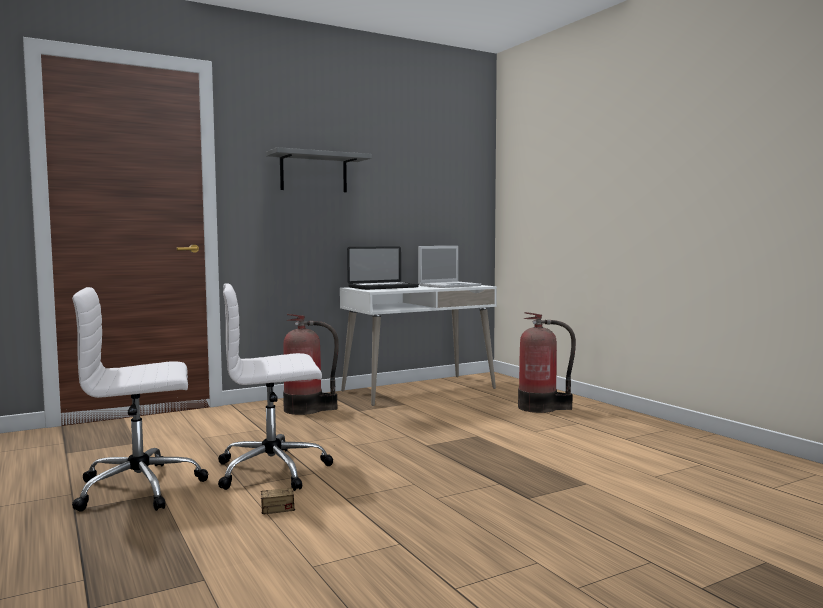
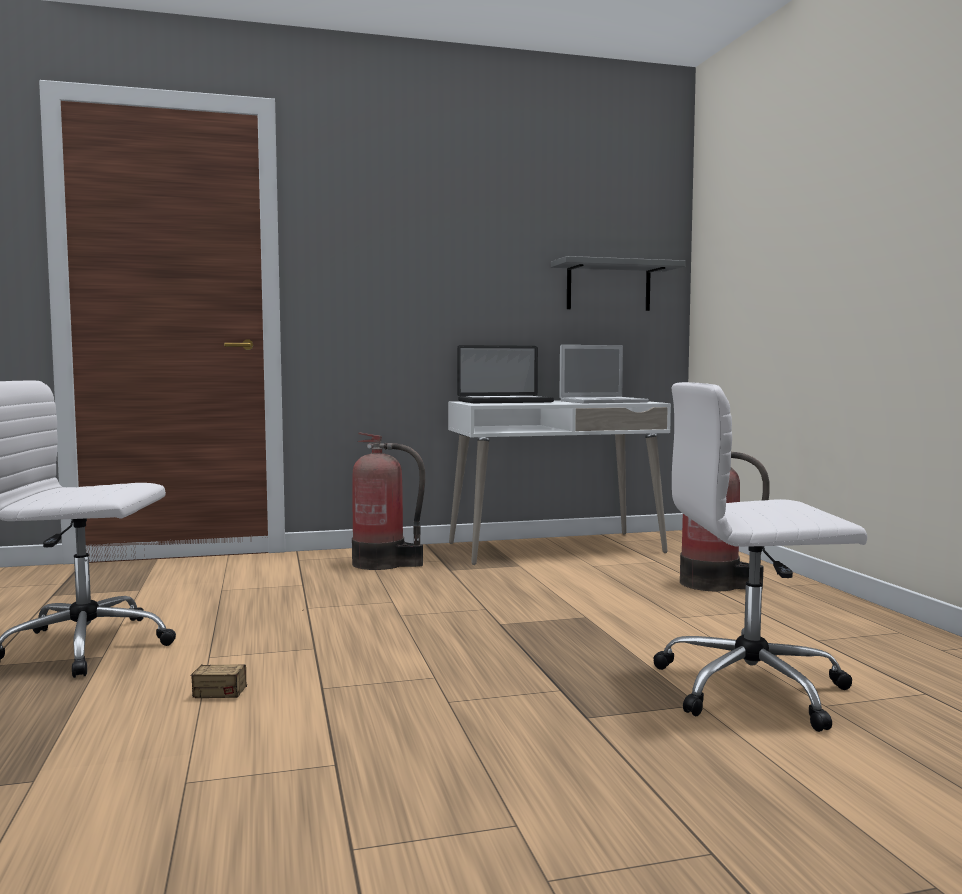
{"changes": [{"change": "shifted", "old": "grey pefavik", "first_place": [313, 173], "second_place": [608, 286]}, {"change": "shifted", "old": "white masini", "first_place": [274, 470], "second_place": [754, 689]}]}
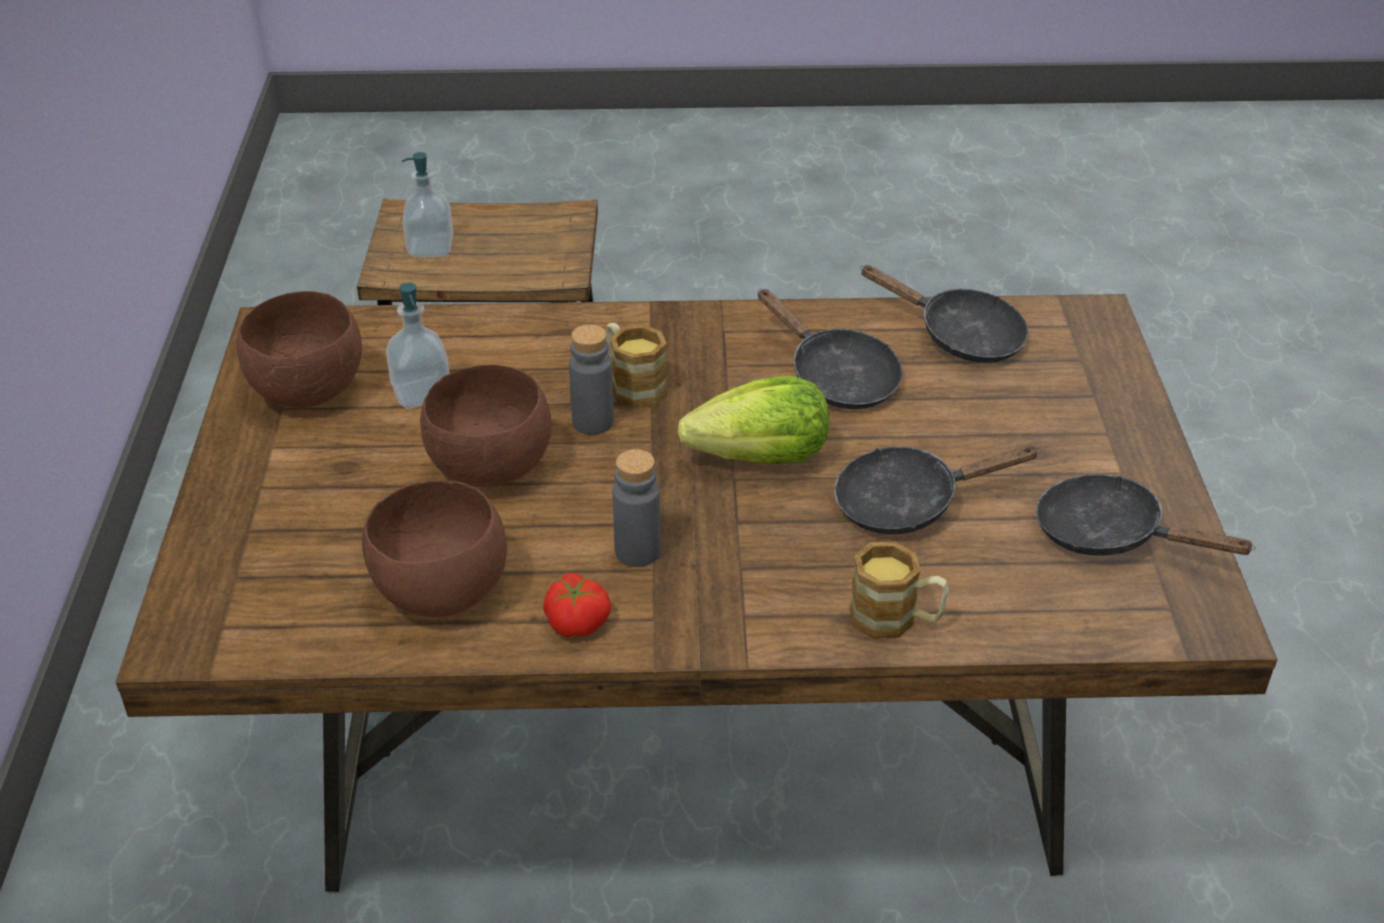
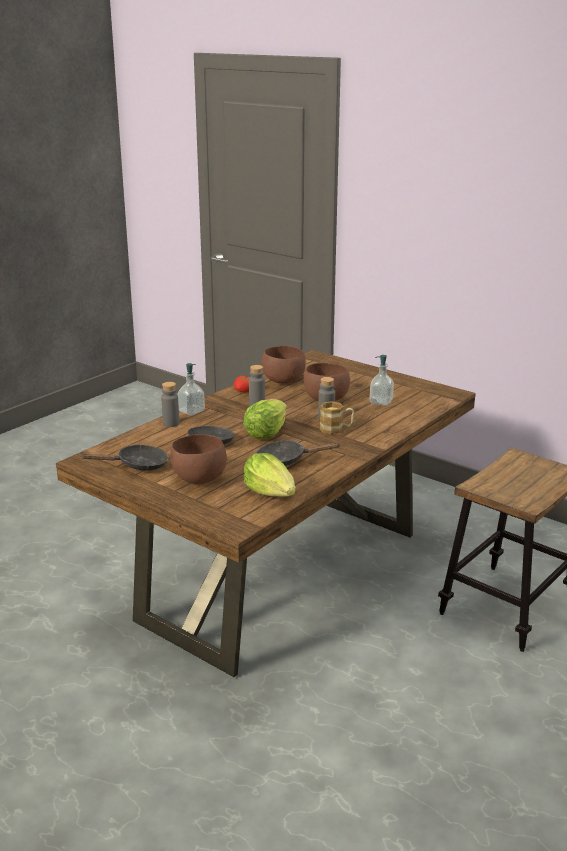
{"changes": [{"change": "shifted", "old": "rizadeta", "first_place": [430, 248], "second_place": [191, 411]}, {"change": "swapped", "old": "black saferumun", "new": "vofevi", "first_place": [960, 336], "second_place": [271, 493]}, {"change": "shifted", "old": "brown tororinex", "first_place": [310, 392], "second_place": [198, 479]}, {"change": "swapped", "old": "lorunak", "new": "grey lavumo", "first_place": [896, 619], "second_place": [171, 423]}]}
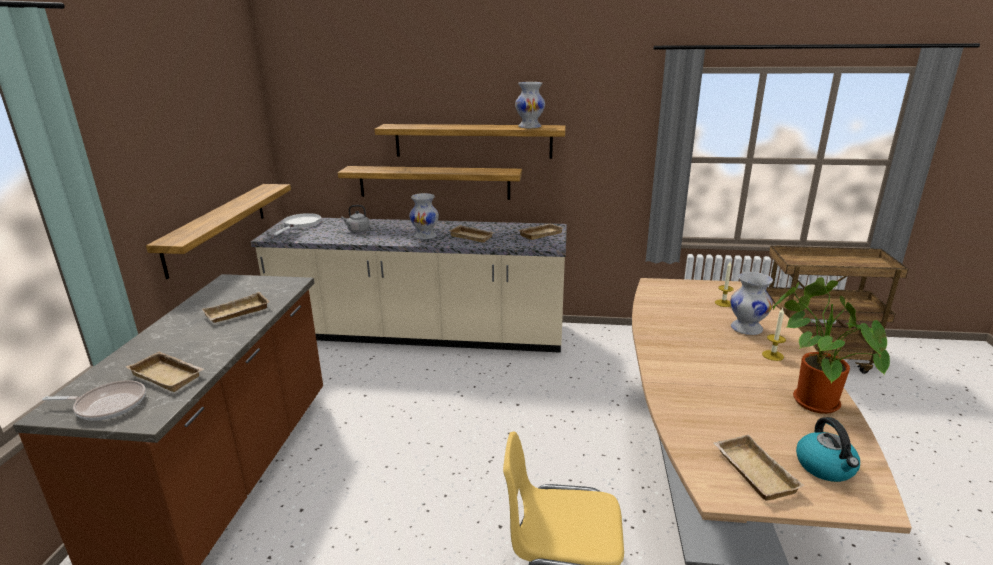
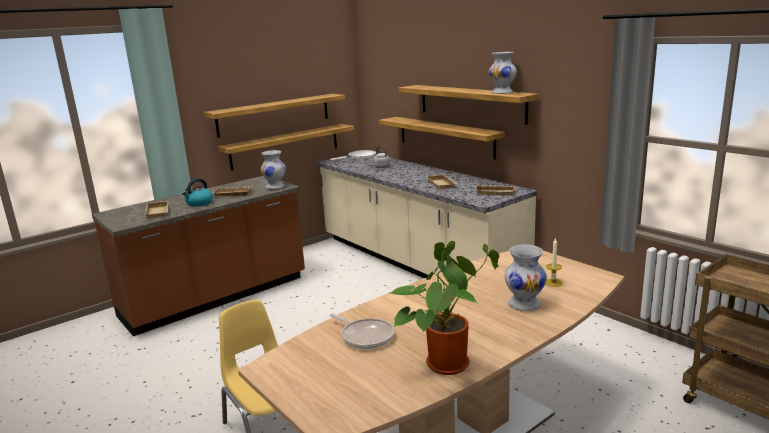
{"changes": [{"change": "shifted", "old": "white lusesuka", "first_place": [425, 236], "second_place": [275, 187]}, {"change": "gone", "old": "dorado", "first_place": [772, 355]}, {"change": "shifted", "old": "saferumun", "first_place": [107, 405], "second_place": [365, 336]}, {"change": "shifted", "old": "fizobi", "first_place": [826, 467], "second_place": [199, 203]}, {"change": "gone", "old": "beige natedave", "first_place": [751, 471]}, {"change": "new", "new": "pefavik", "second_place": [274, 114]}]}
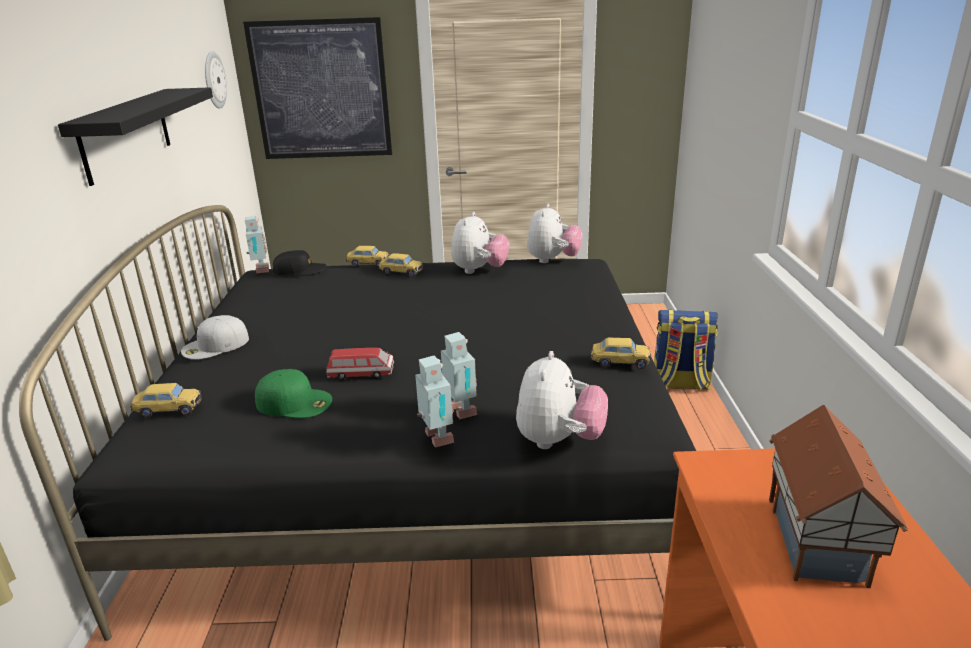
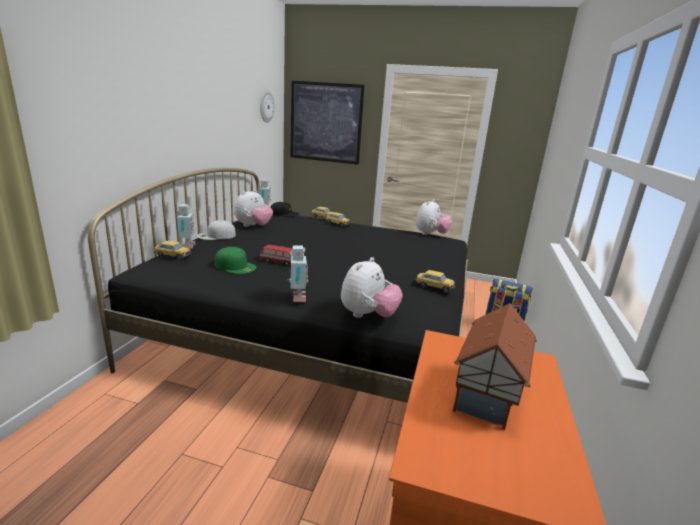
{"changes": [{"change": "gone", "old": "black pefavik", "first_place": [126, 134]}, {"change": "shifted", "old": "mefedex", "first_place": [479, 270], "second_place": [253, 226]}, {"change": "shifted", "old": "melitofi", "first_place": [460, 412], "second_place": [187, 246]}]}
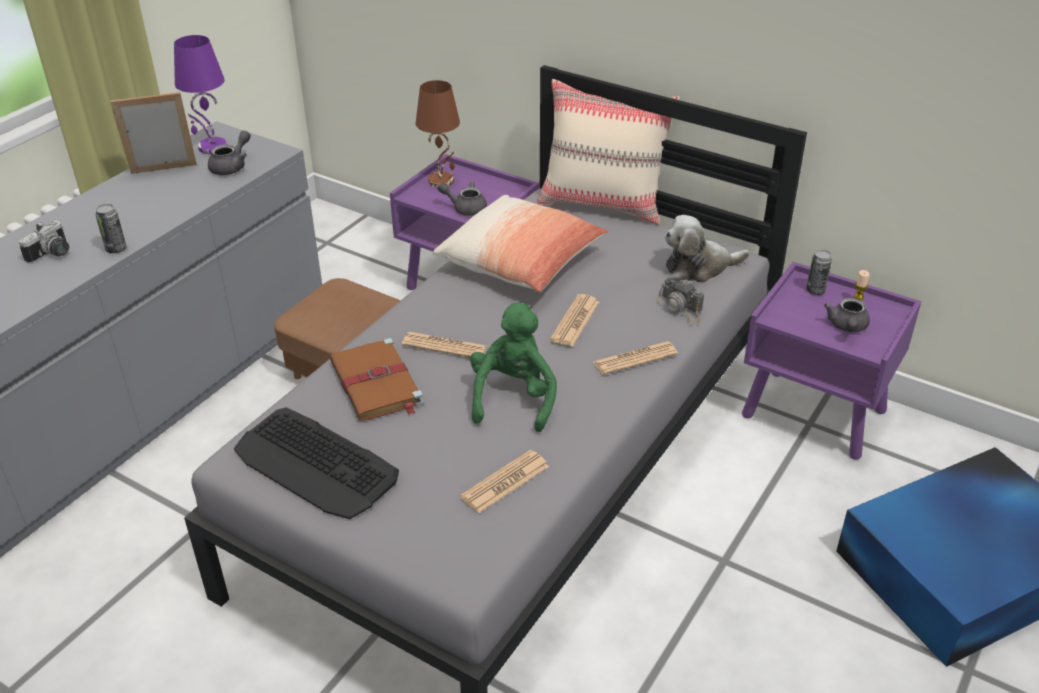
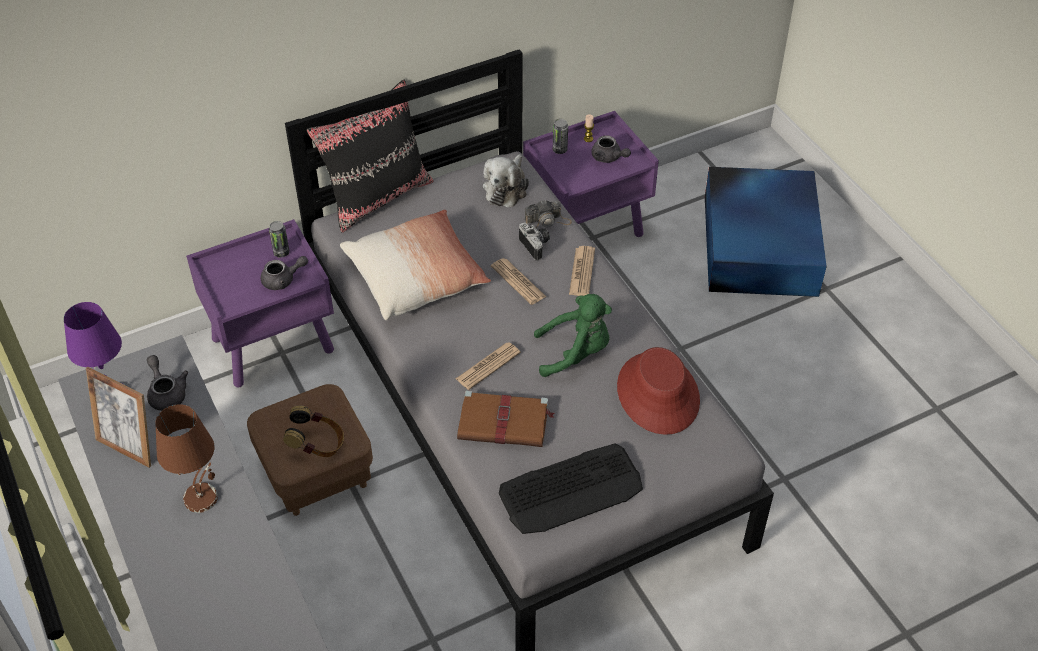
{"changes": [{"change": "repainted", "old": "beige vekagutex", "new": "black vekagutex", "first_place": [603, 204], "second_place": [377, 197]}, {"change": "shifted", "old": "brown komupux", "first_place": [442, 181], "second_place": [201, 497]}, {"change": "rotated", "old": "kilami", "first_place": [164, 172], "second_place": [129, 446], "degrees": -75}, {"change": "rotated", "old": "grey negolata", "first_place": [465, 208], "second_place": [283, 280], "degrees": -150}, {"change": "shifted", "old": "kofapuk", "first_place": [116, 249], "second_place": [281, 252]}, {"change": "shifted", "old": "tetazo", "first_place": [52, 254], "second_place": [537, 245]}, {"change": "rotated", "old": "green mefedex", "first_place": [513, 398], "second_place": [575, 353], "degrees": 135}, {"change": "swapped", "old": "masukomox", "new": "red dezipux", "first_place": [505, 482], "second_place": [658, 394]}, {"change": "new", "new": "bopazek", "second_place": [317, 445]}]}
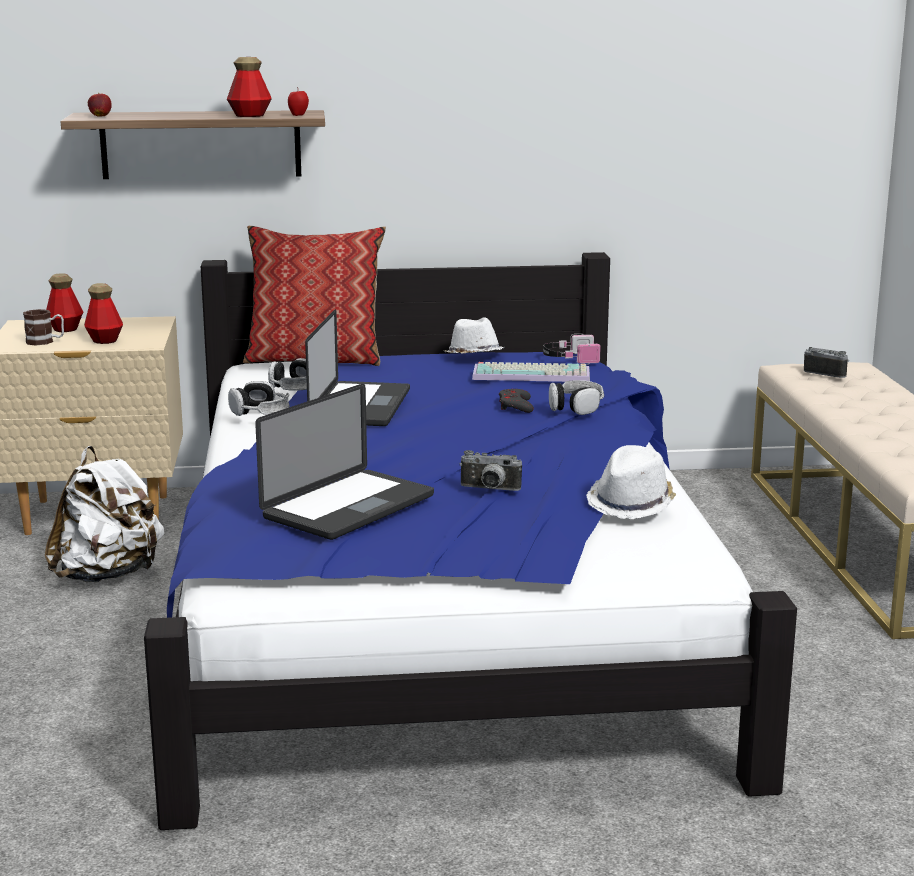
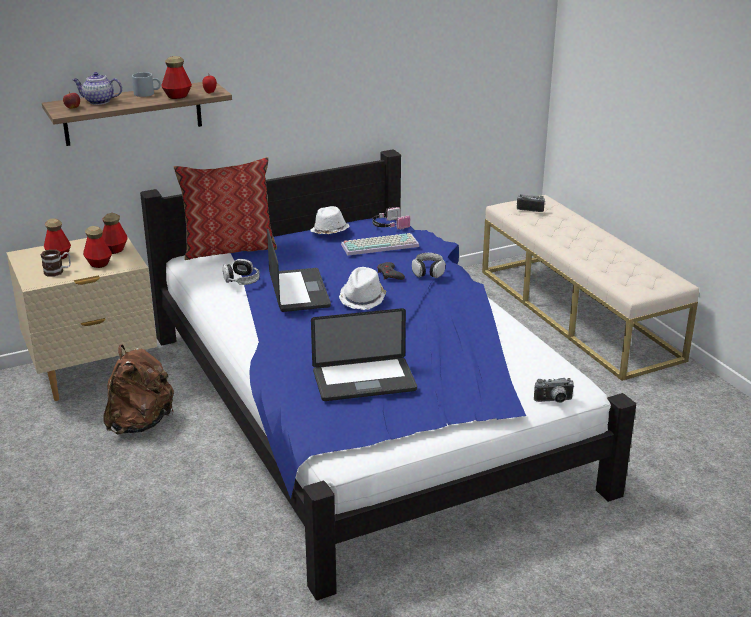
{"changes": [{"change": "gone", "old": "bopazek", "first_place": [260, 412]}, {"change": "rotated", "old": "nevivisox", "first_place": [349, 507], "second_place": [364, 381], "degrees": 60}, {"change": "shifted", "old": "white dezipux", "first_place": [632, 503], "second_place": [363, 298]}, {"change": "repainted", "old": "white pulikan", "new": "brown pulikan", "first_place": [108, 575], "second_place": [140, 423]}, {"change": "shifted", "old": "tetazo", "first_place": [489, 489], "second_place": [554, 401]}, {"change": "new", "new": "negolata", "second_place": [98, 101]}, {"change": "new", "new": "grey lorunak", "second_place": [147, 93]}, {"change": "new", "new": "lavumo", "second_place": [114, 250]}]}
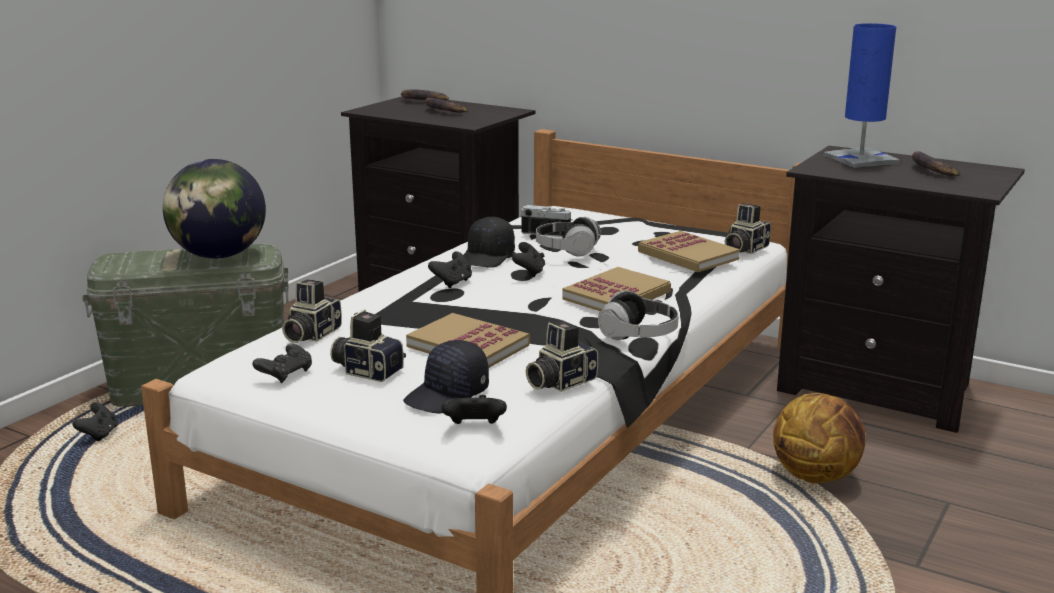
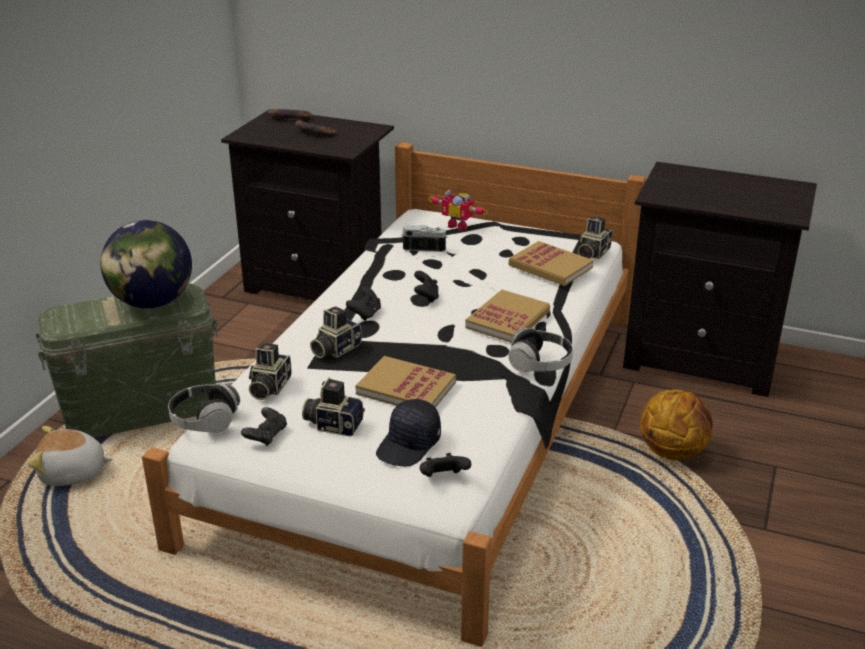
{"changes": [{"change": "gone", "old": "blue komupux", "first_place": [860, 159]}, {"change": "gone", "old": "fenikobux", "first_place": [931, 170]}, {"change": "gone", "old": "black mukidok", "first_place": [488, 257]}, {"change": "shifted", "old": "bopazek", "first_place": [567, 250], "second_place": [205, 421]}, {"change": "shifted", "old": "tetazo", "first_place": [559, 382], "second_place": [334, 349]}, {"change": "swapped", "old": "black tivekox", "new": "mefedex", "first_place": [99, 435], "second_place": [72, 473]}, {"change": "new", "new": "melitofi", "second_place": [459, 225]}]}
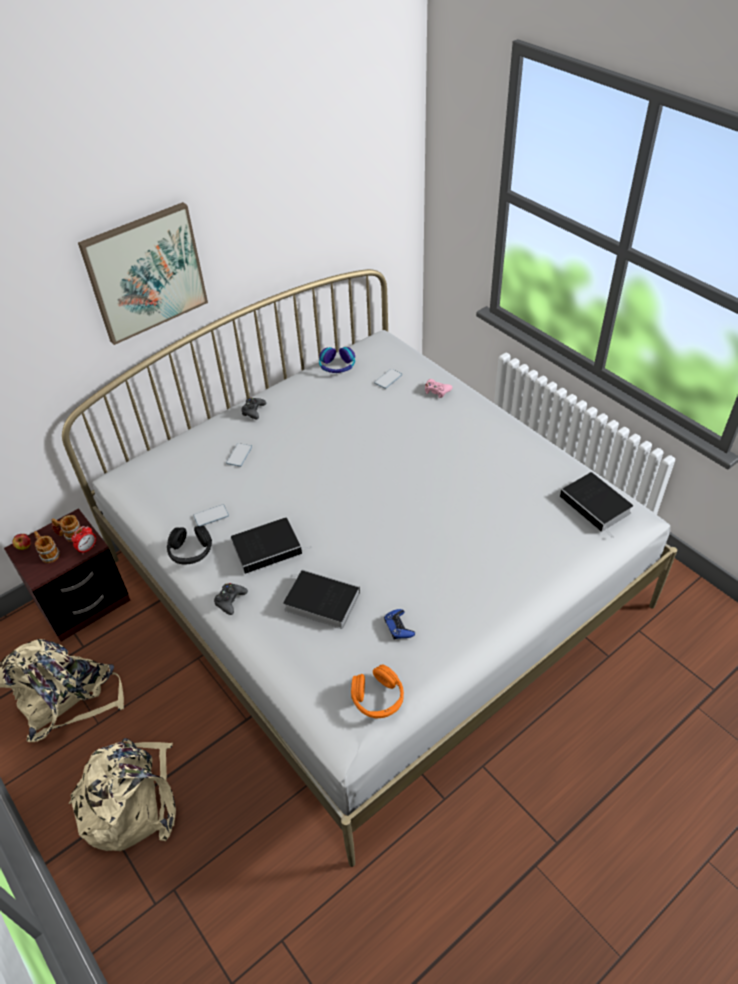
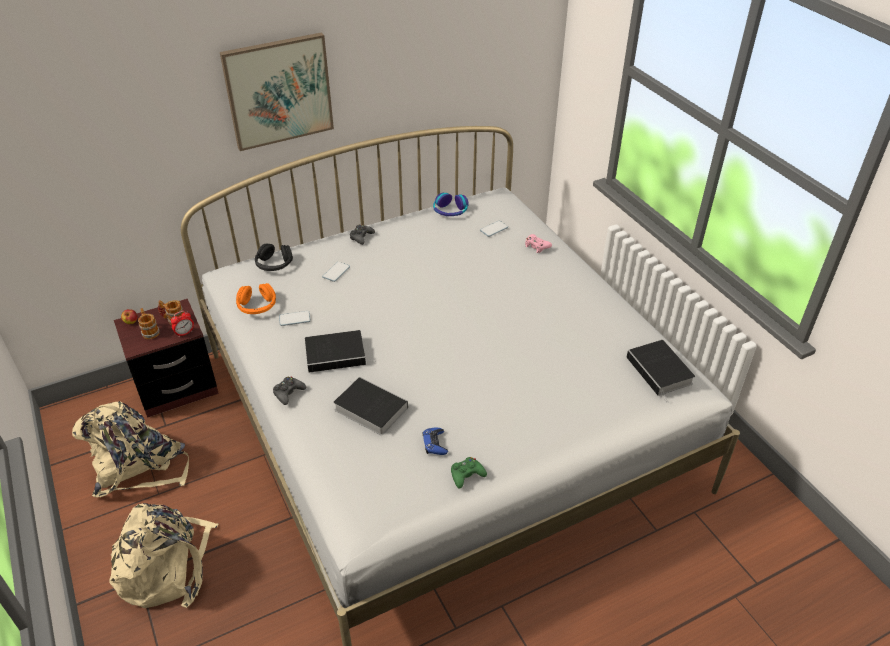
{"changes": [{"change": "shifted", "old": "black bopazek", "first_place": [191, 551], "second_place": [274, 264]}, {"change": "shifted", "old": "orange bopazek", "first_place": [378, 698], "second_place": [257, 306]}, {"change": "new", "new": "green tivekox", "second_place": [466, 475]}]}
